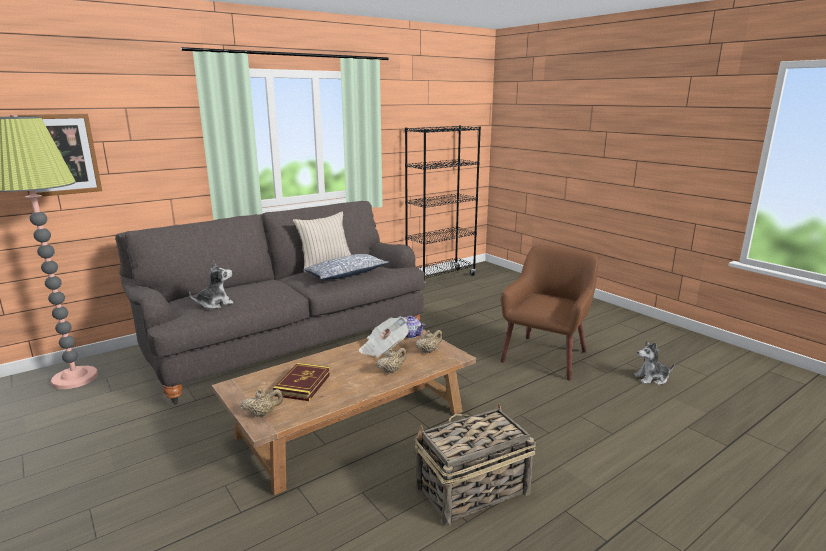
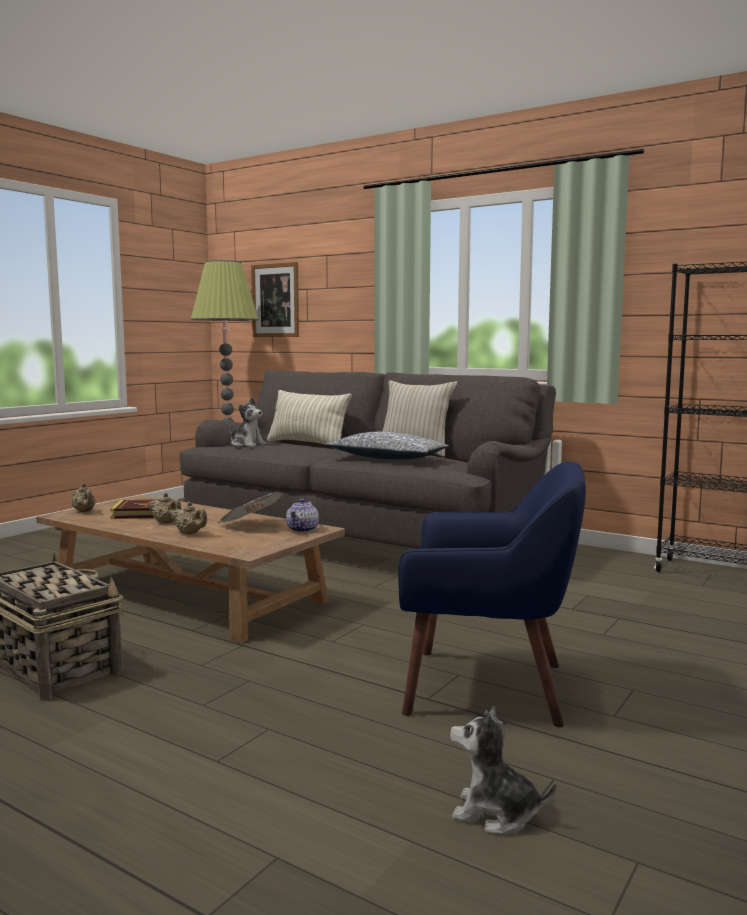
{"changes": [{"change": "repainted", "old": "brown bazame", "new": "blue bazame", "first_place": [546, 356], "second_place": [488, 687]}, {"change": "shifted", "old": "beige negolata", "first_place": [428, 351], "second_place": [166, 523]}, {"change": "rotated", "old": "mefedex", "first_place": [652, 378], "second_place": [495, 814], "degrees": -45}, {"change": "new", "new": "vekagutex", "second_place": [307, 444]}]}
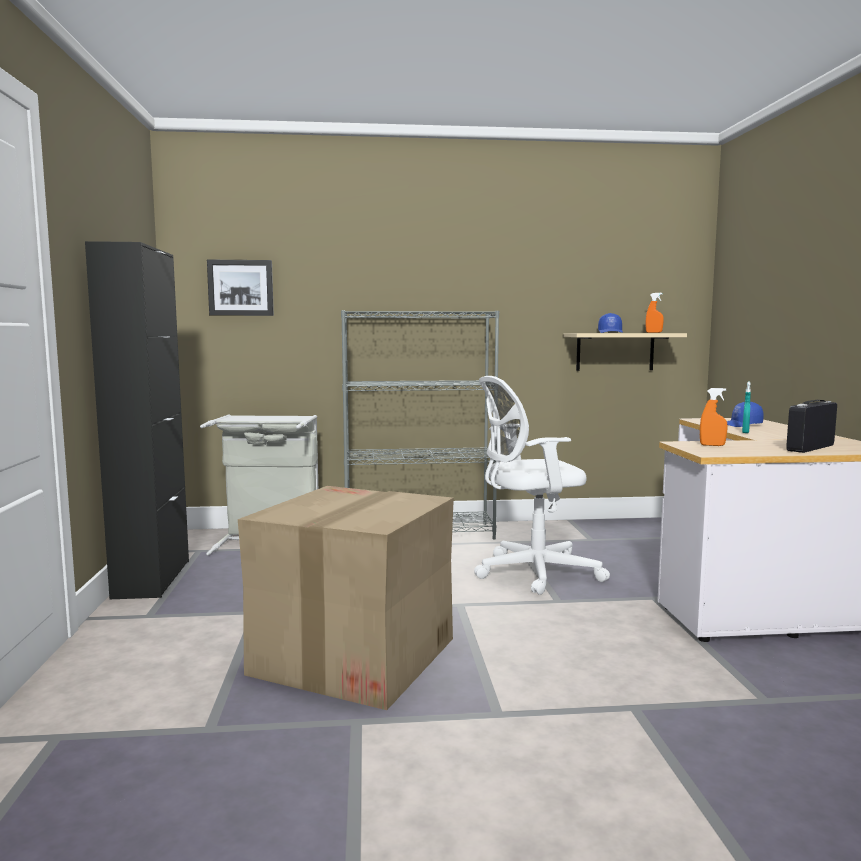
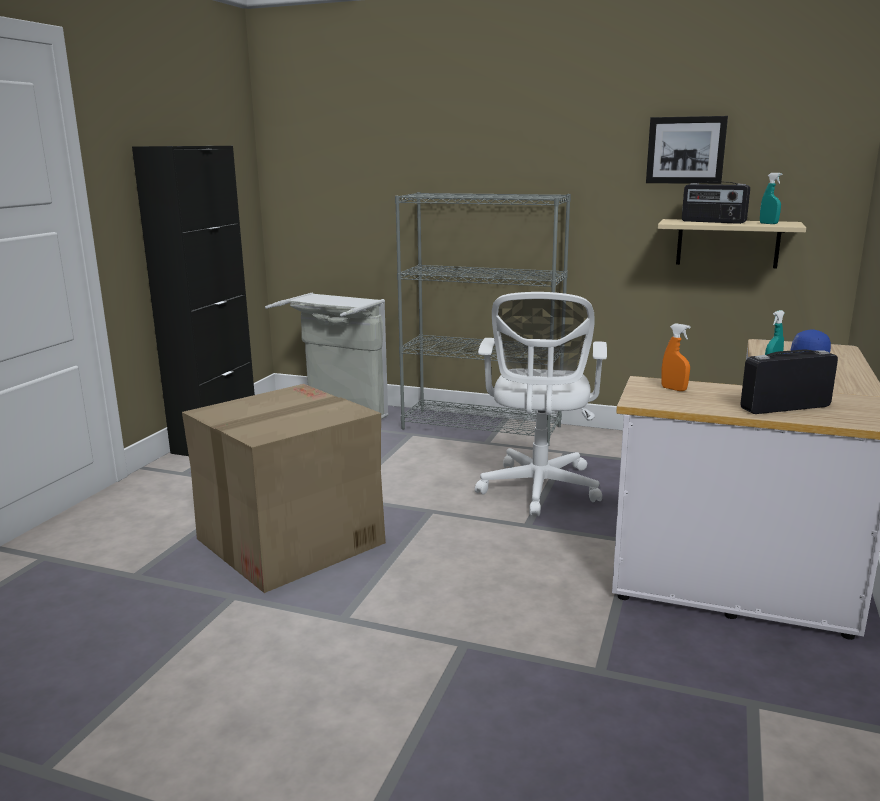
{"changes": [{"change": "shifted", "old": "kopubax", "first_place": [241, 288], "second_place": [686, 150]}, {"change": "repainted", "old": "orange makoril", "new": "turquoise makoril", "first_place": [653, 332], "second_place": [768, 223]}, {"change": "swapped", "old": "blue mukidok", "new": "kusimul", "first_place": [611, 332], "second_place": [713, 222]}, {"change": "rotated", "old": "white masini", "first_place": [531, 573], "second_place": [538, 490], "degrees": -90}]}
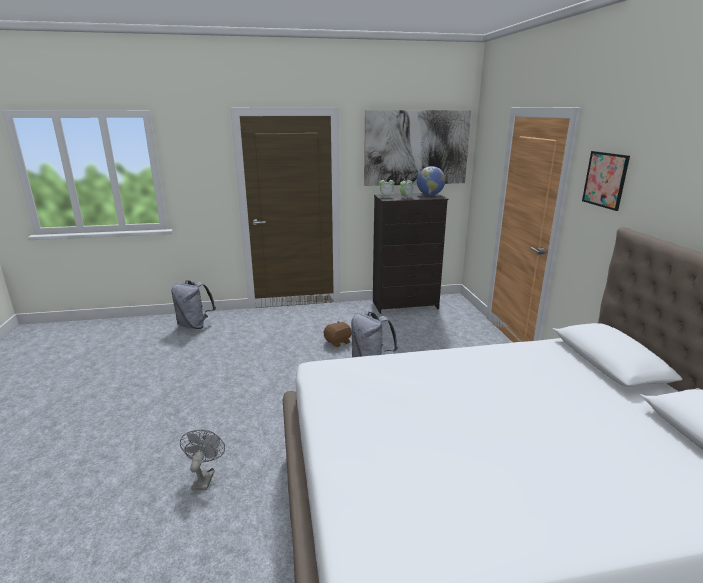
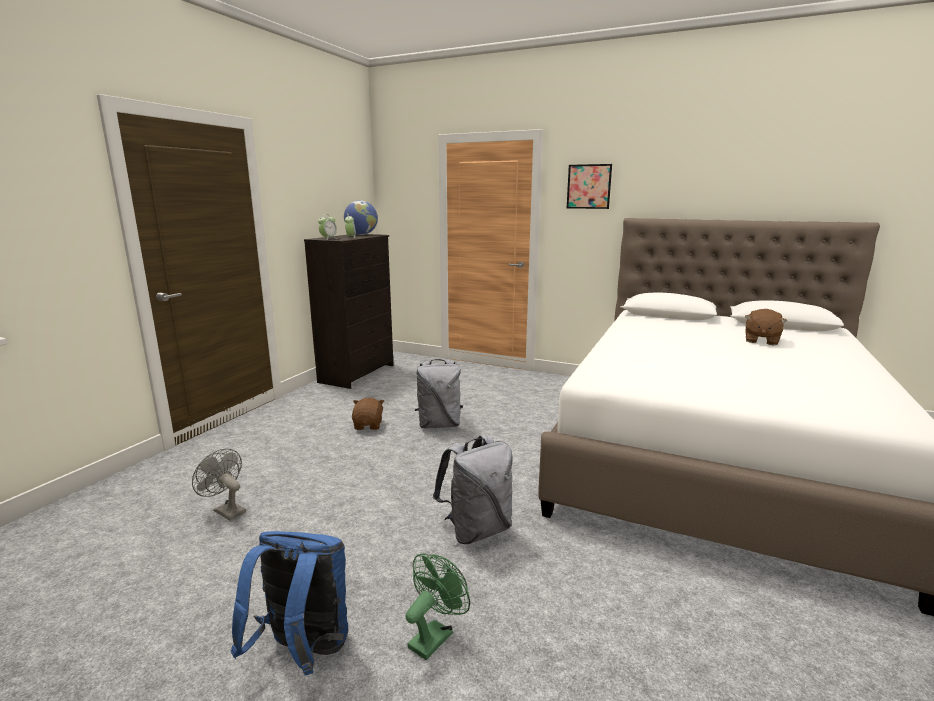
{"changes": [{"change": "gone", "old": "kopubax", "first_place": [416, 148]}, {"change": "shifted", "old": "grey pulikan", "first_place": [195, 325], "second_place": [476, 530]}, {"change": "shifted", "old": "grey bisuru", "first_place": [204, 477], "second_place": [226, 510]}, {"change": "new", "new": "brown mefedex", "second_place": [761, 340]}, {"change": "new", "new": "blue pulikan", "second_place": [302, 652]}, {"change": "new", "new": "green bisuru", "second_place": [435, 635]}]}
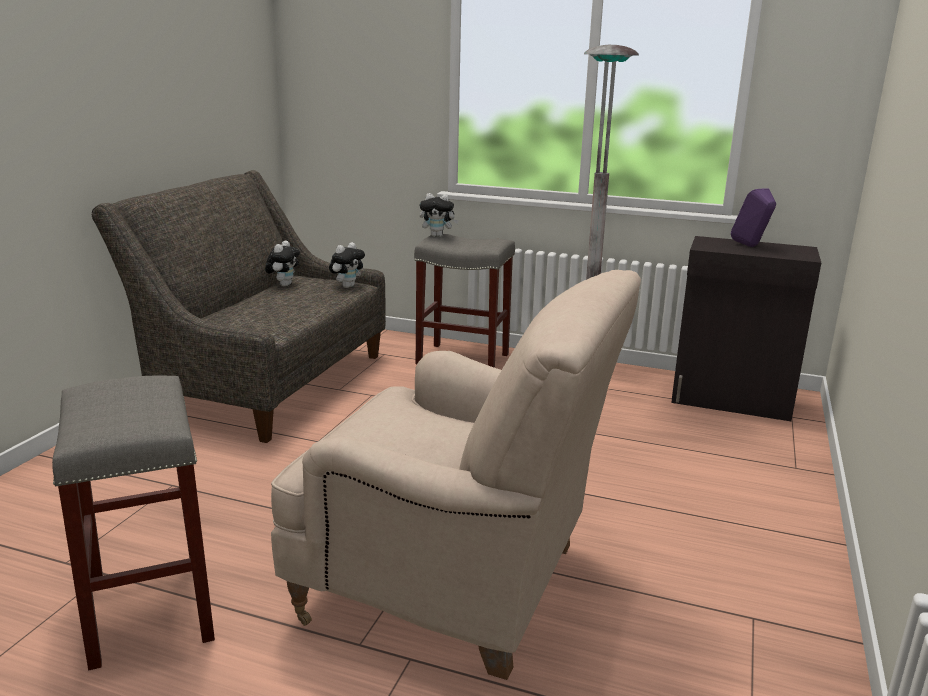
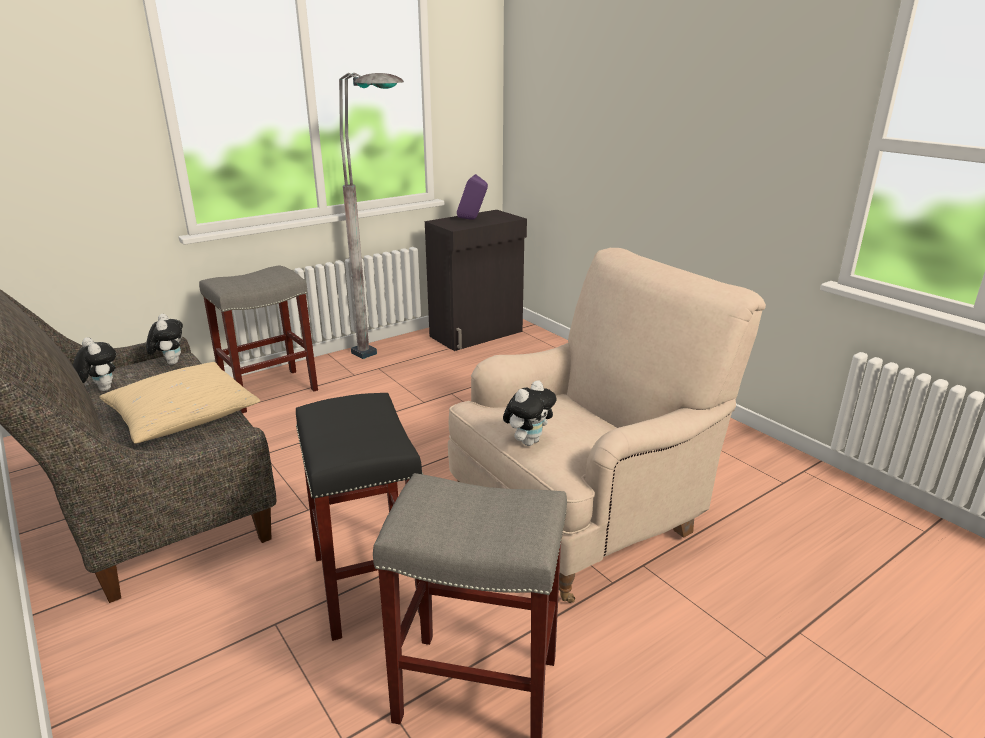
{"changes": [{"change": "shifted", "old": "mefedex", "first_place": [438, 236], "second_place": [528, 441]}, {"change": "new", "new": "beige vekagutex", "second_place": [183, 416]}, {"change": "new", "new": "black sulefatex", "second_place": [368, 583]}]}
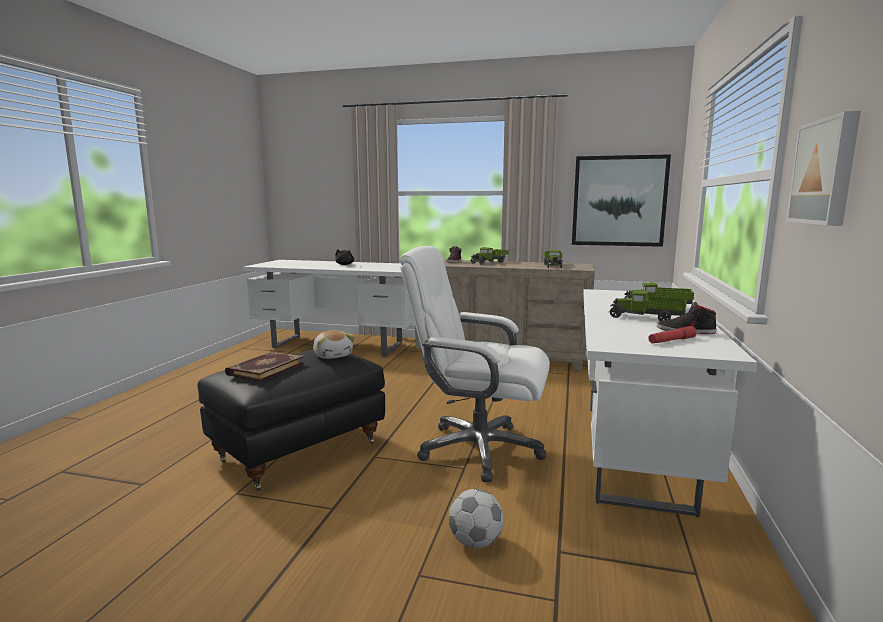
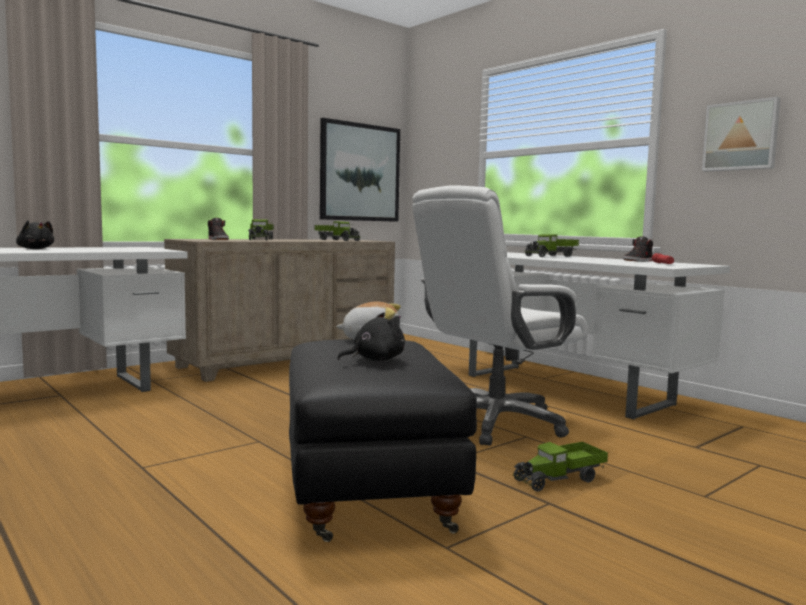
{"changes": [{"change": "shifted", "old": "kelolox", "first_place": [647, 318], "second_place": [560, 479]}, {"change": "swapped", "old": "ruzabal", "new": "black mefedex", "first_place": [265, 368], "second_place": [375, 360]}, {"change": "gone", "old": "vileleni", "first_place": [475, 542]}]}
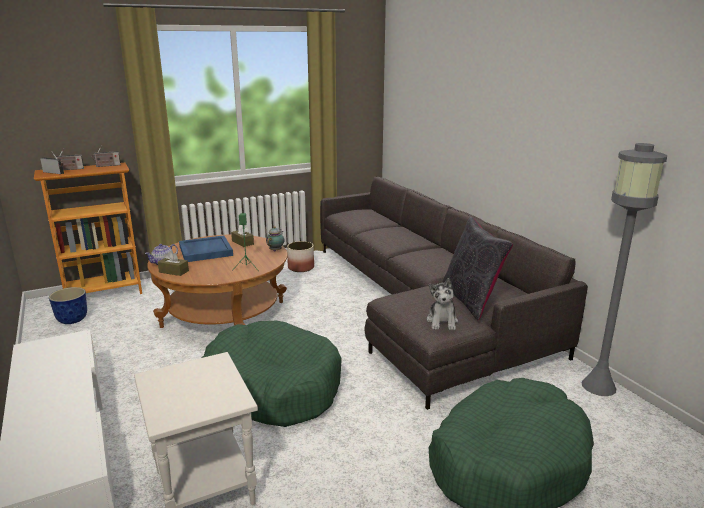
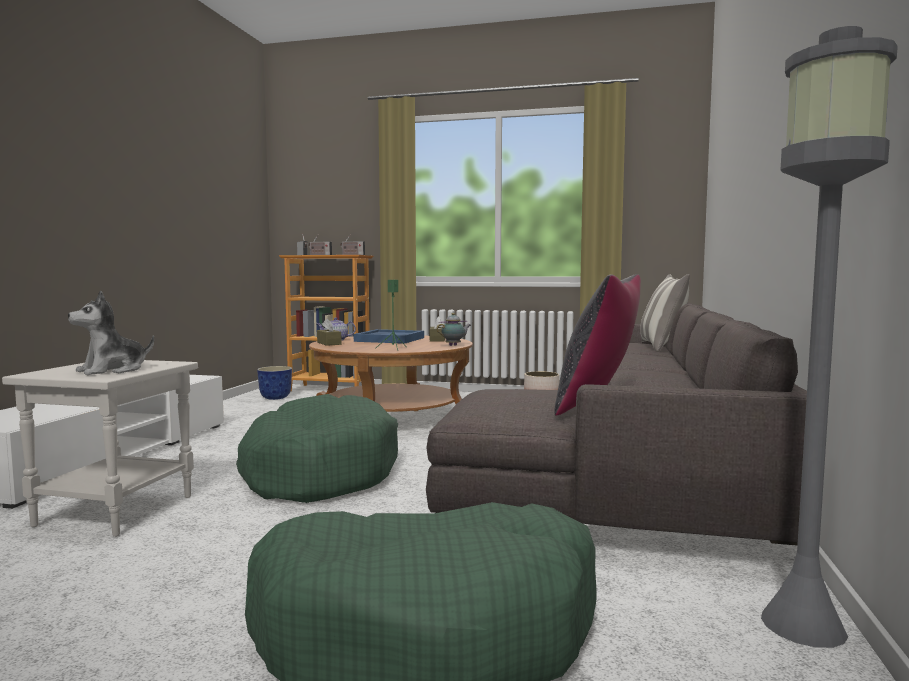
{"changes": [{"change": "shifted", "old": "mefedex", "first_place": [442, 321], "second_place": [112, 370]}, {"change": "new", "new": "vekagutex", "second_place": [662, 347]}]}
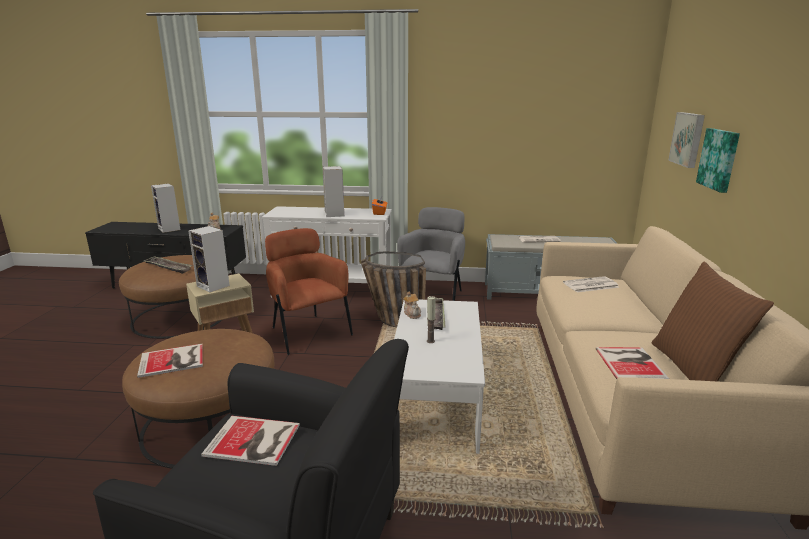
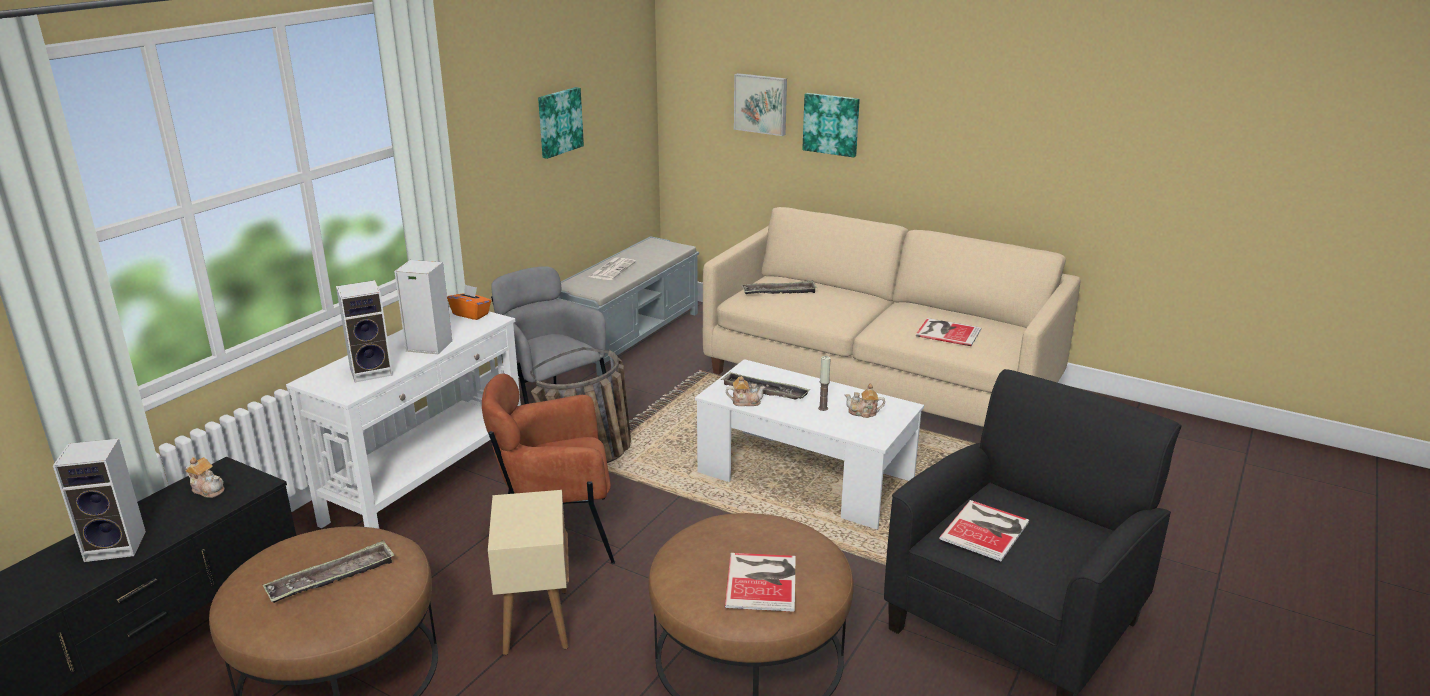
{"changes": [{"change": "shifted", "old": "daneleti", "first_place": [214, 286], "second_place": [373, 371]}, {"change": "gone", "old": "brown vekagutex", "first_place": [694, 370]}, {"change": "swapped", "old": "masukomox", "new": "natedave", "first_place": [590, 285], "second_place": [779, 292]}, {"change": "new", "new": "kopubax", "second_place": [559, 122]}, {"change": "new", "new": "negolata", "second_place": [863, 413]}]}
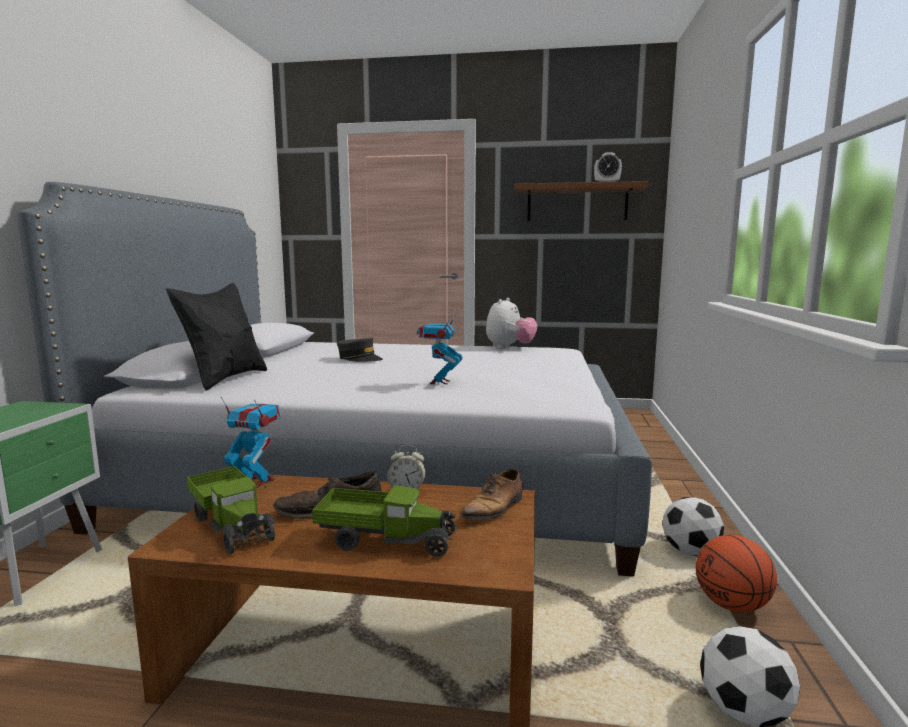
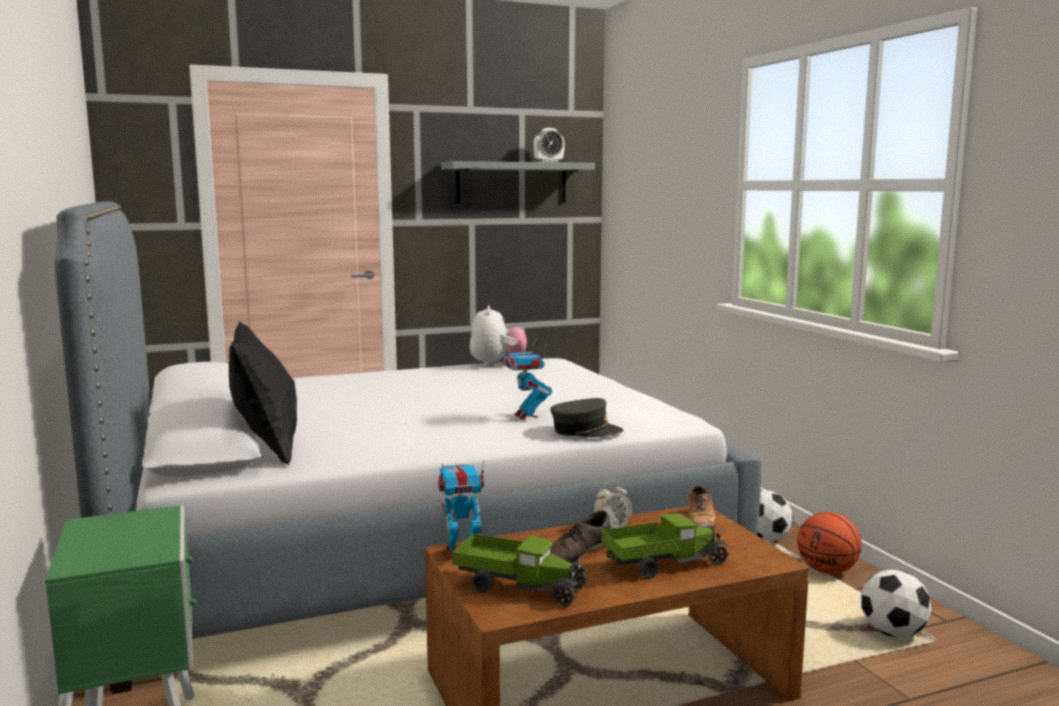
{"changes": [{"change": "repainted", "old": "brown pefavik", "new": "grey pefavik", "first_place": [577, 203], "second_place": [511, 183]}, {"change": "shifted", "old": "grey mukidok", "first_place": [359, 358], "second_place": [585, 431]}]}
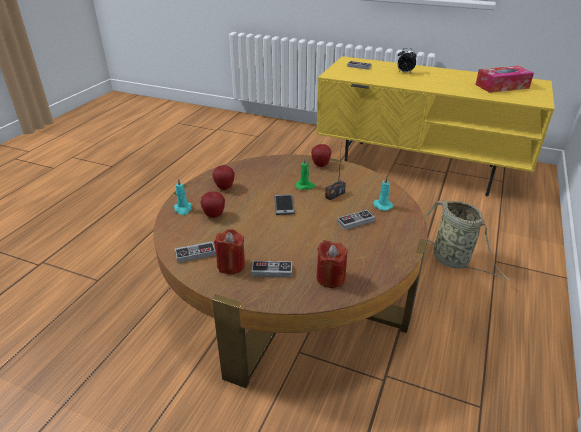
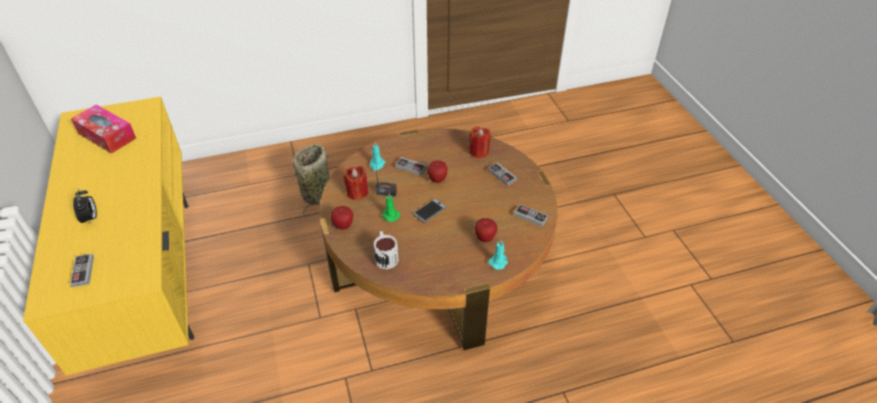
{"changes": [{"change": "shifted", "old": "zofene", "first_place": [224, 187], "second_place": [437, 180]}, {"change": "shifted", "old": "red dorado", "first_place": [231, 265], "second_place": [357, 192]}, {"change": "new", "new": "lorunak", "second_place": [385, 256]}]}
